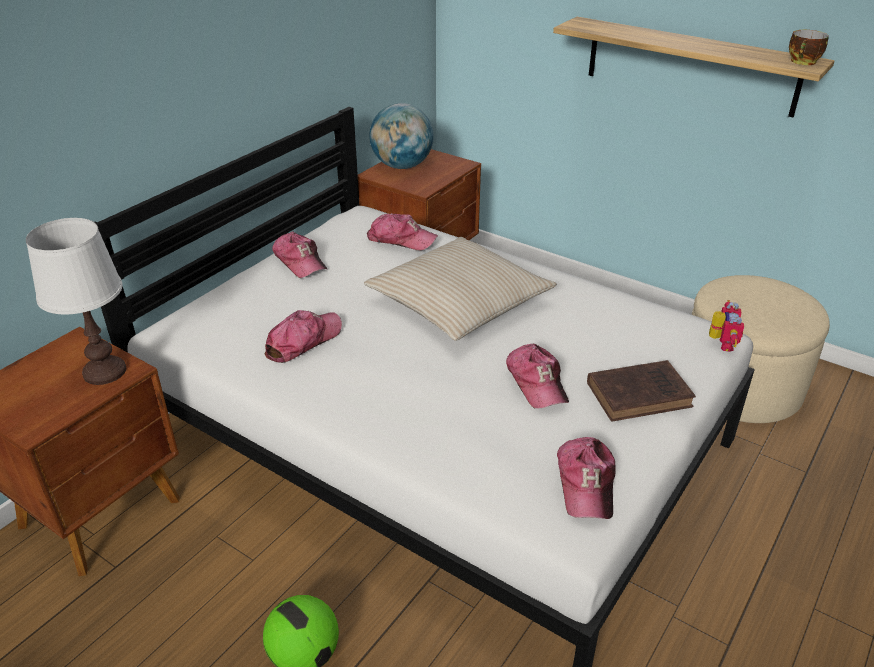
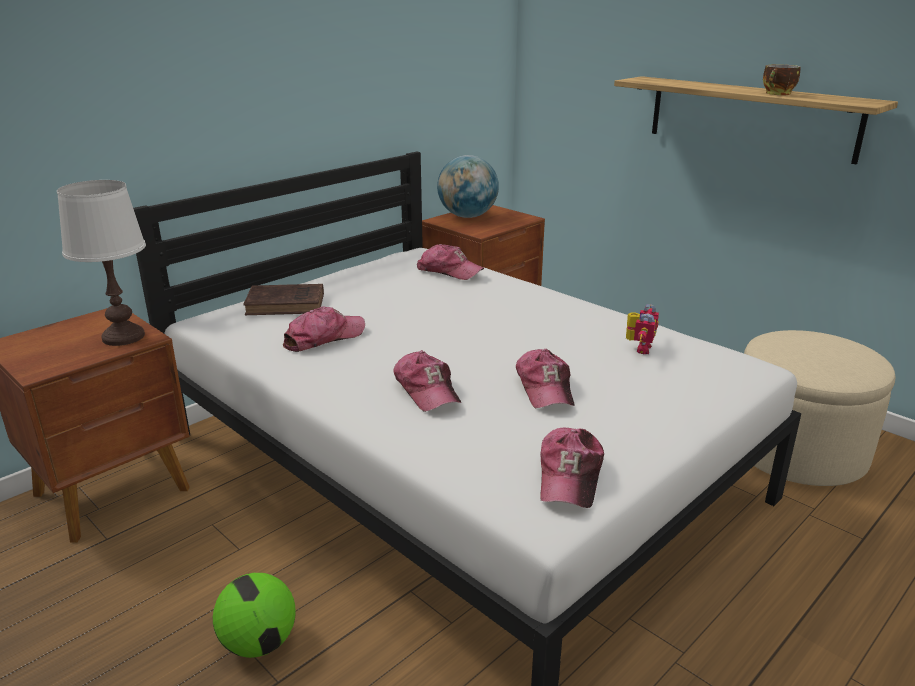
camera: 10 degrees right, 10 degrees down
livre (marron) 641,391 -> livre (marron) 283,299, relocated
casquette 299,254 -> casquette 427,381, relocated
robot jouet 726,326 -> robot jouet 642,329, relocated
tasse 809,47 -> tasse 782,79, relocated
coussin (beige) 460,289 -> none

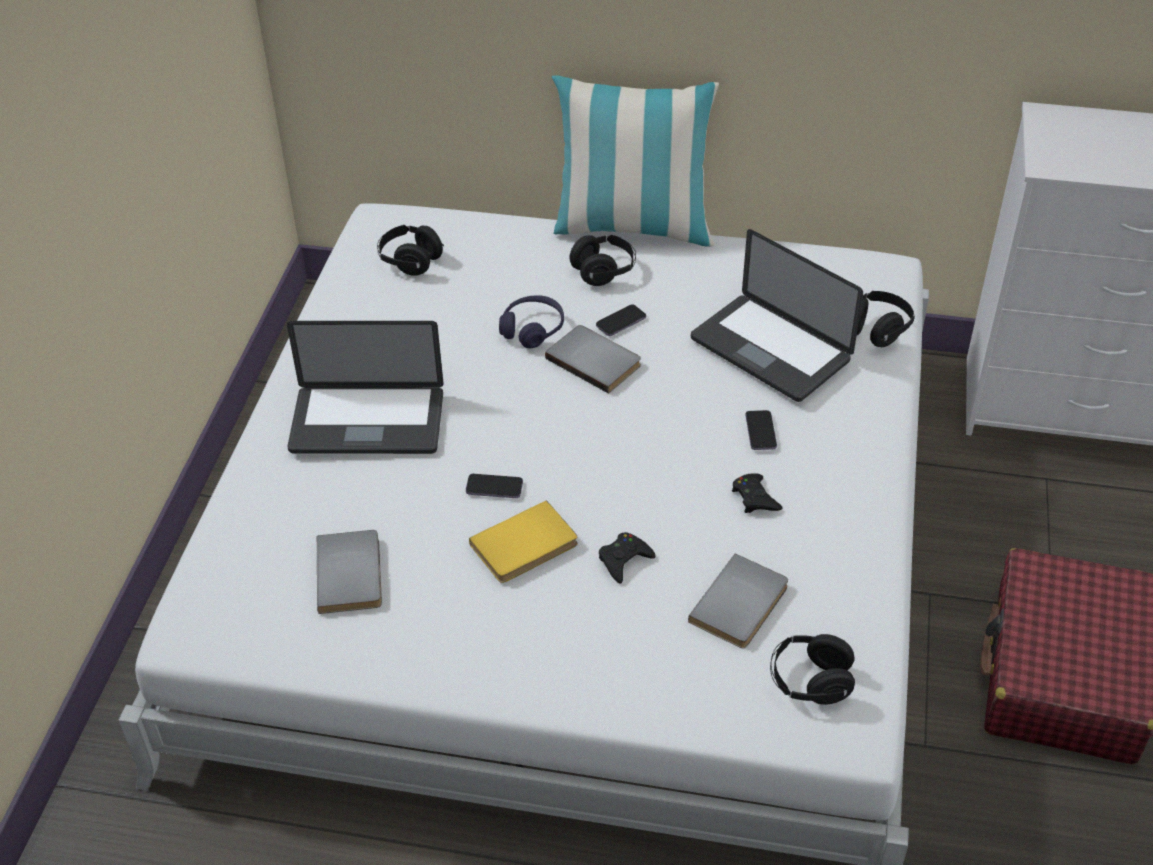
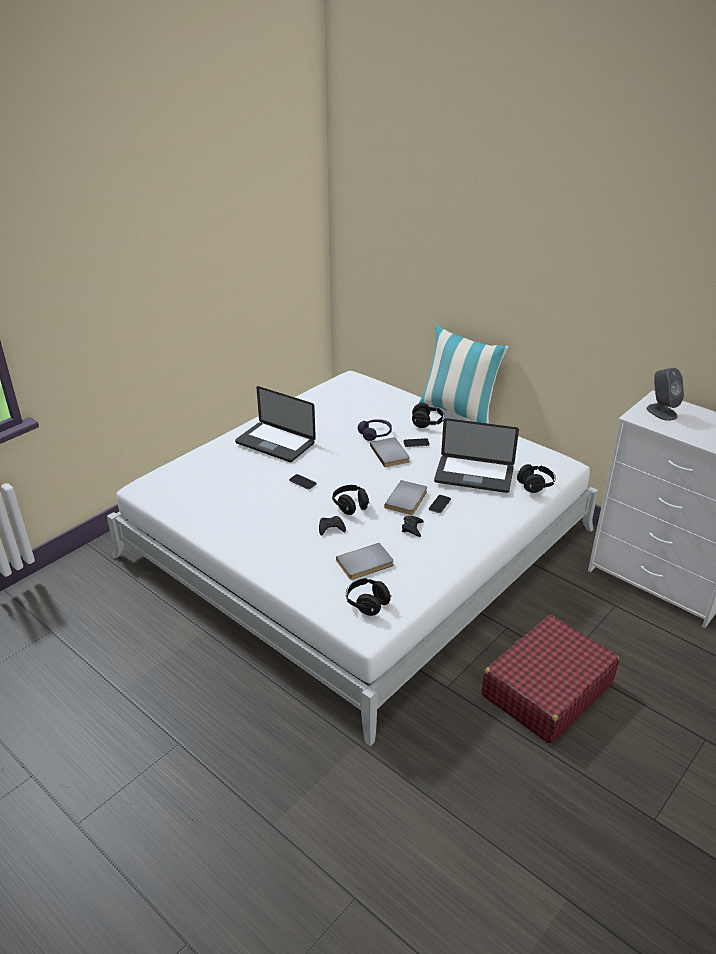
camera: 30 degrees right, 10 degrees down
casque audio (noir) 410,250 -> casque audio (noir) 350,500, relocated
livre (gris) 349,572 -> livre (gris) 405,497, relocated
ordinateur portable 777,315 -> ordinateur portable 476,455, 60 degrees counterclockwise
none -> enceinte (gris) 665,394
livre (jaune) 523,541 -> none

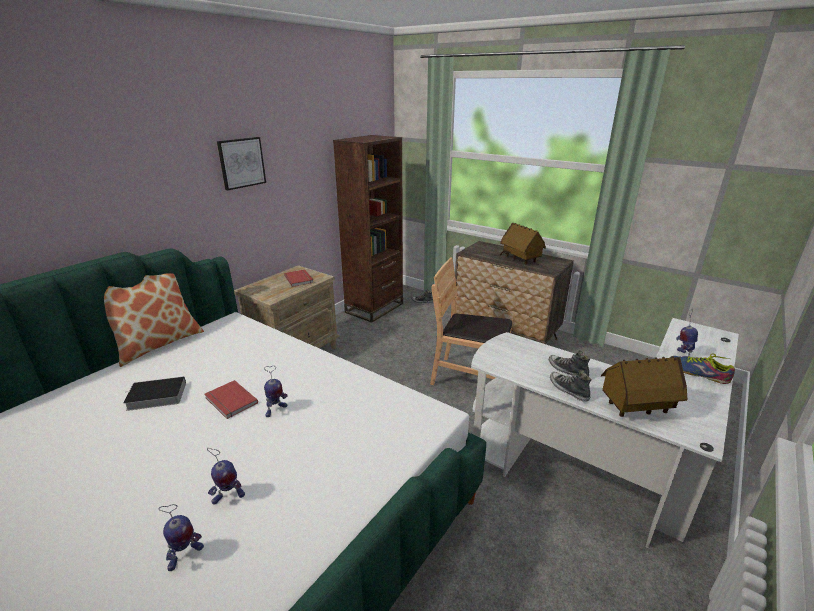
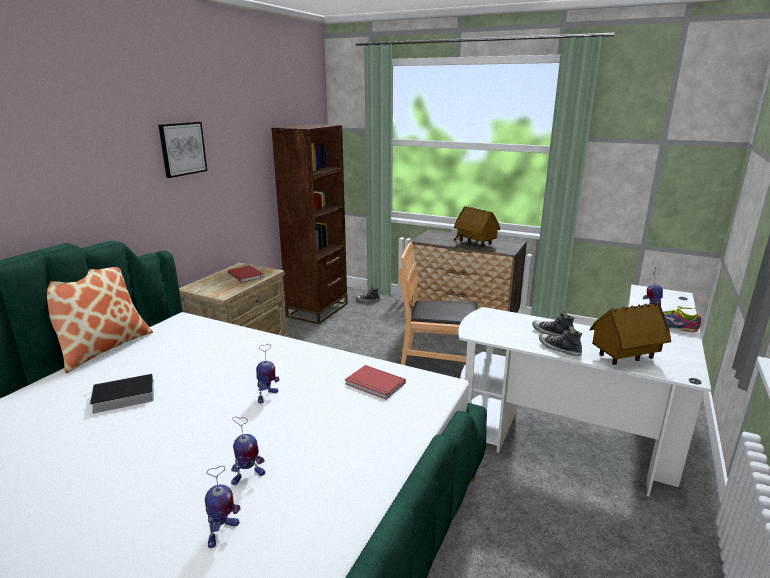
camera: 10 degrees left, 5 degrees down
livre (rouge) 231,399 -> livre (rouge) 375,382, relocated

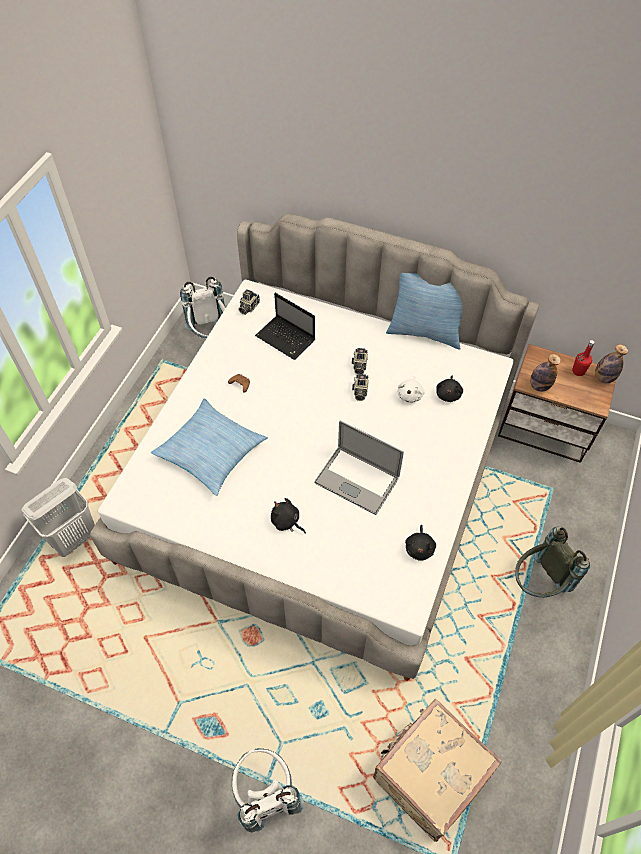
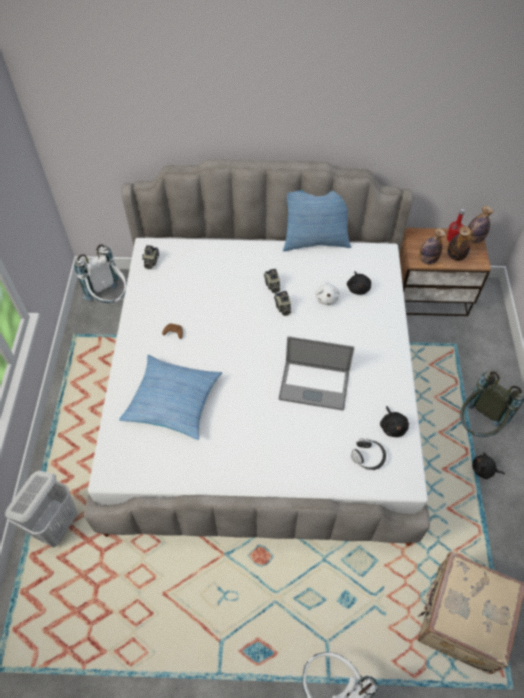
camera: 20 degrees left, 0 degrees up
none -> casque audio 368,454
none -> bouteille 459,243
peluche (noir) 288,516 -> peluche (noir) 488,465, relocated
ordinateur portable 285,326 -> none

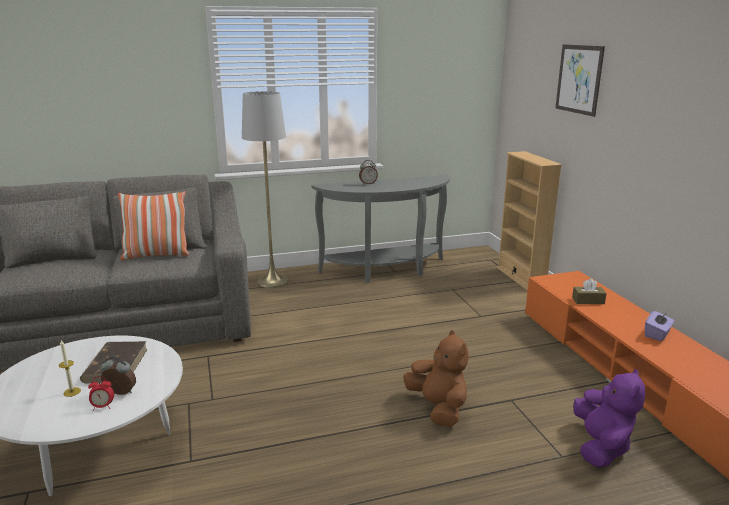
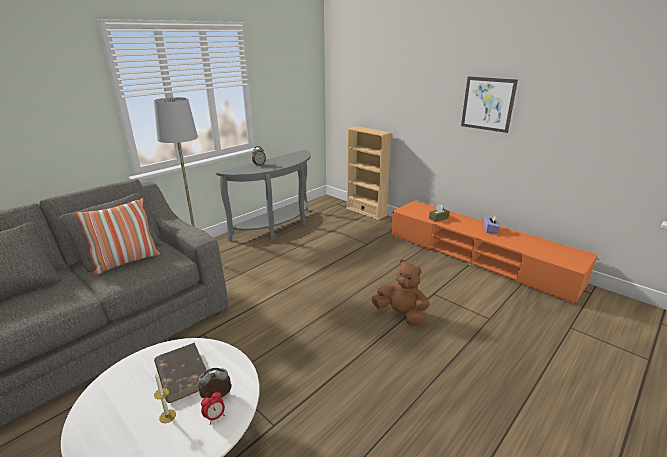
camera: 30 degrees left, 5 degrees up
tableau 580,80 -> tableau 489,104, relocated
peluche (violet) 609,418 -> none

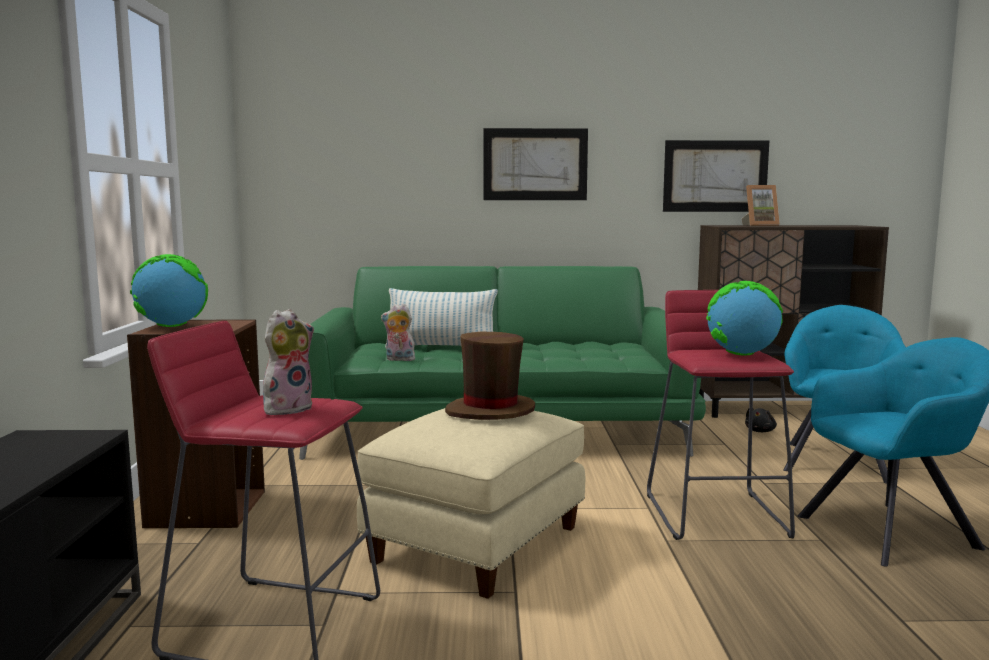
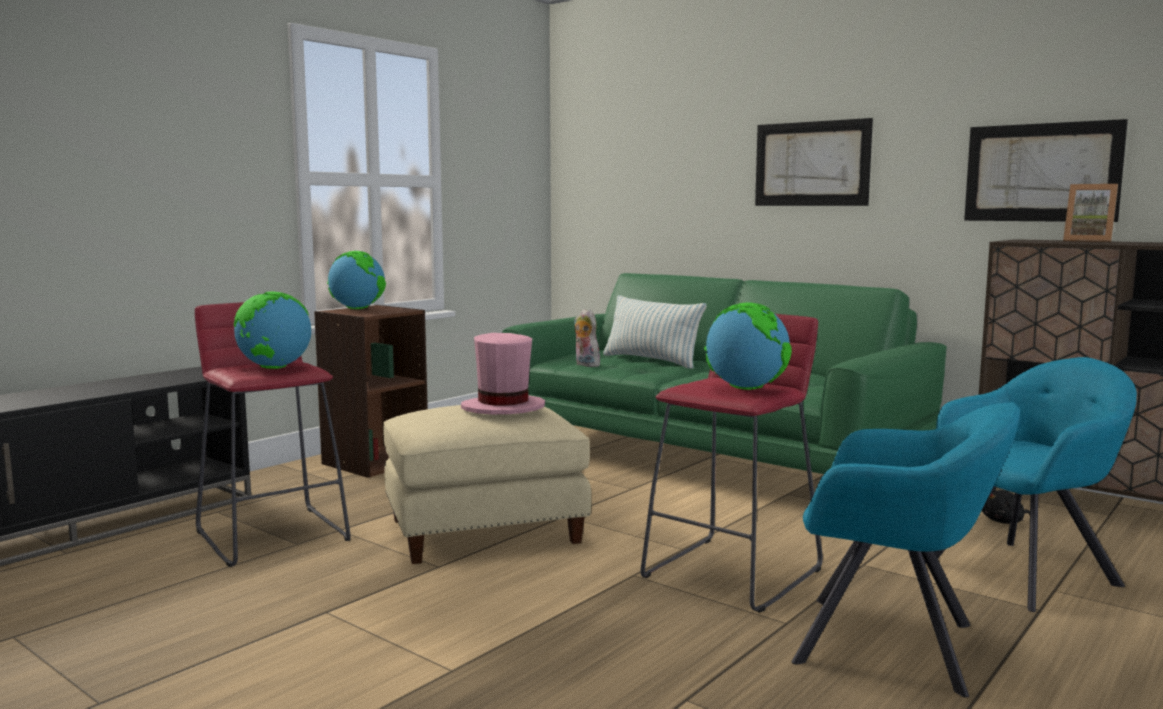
camera: 40 degrees right, 0 degrees up
peluche 288,362 -> globe 272,330
chapeau (marron) 490,375 -> chapeau (rose) 503,373

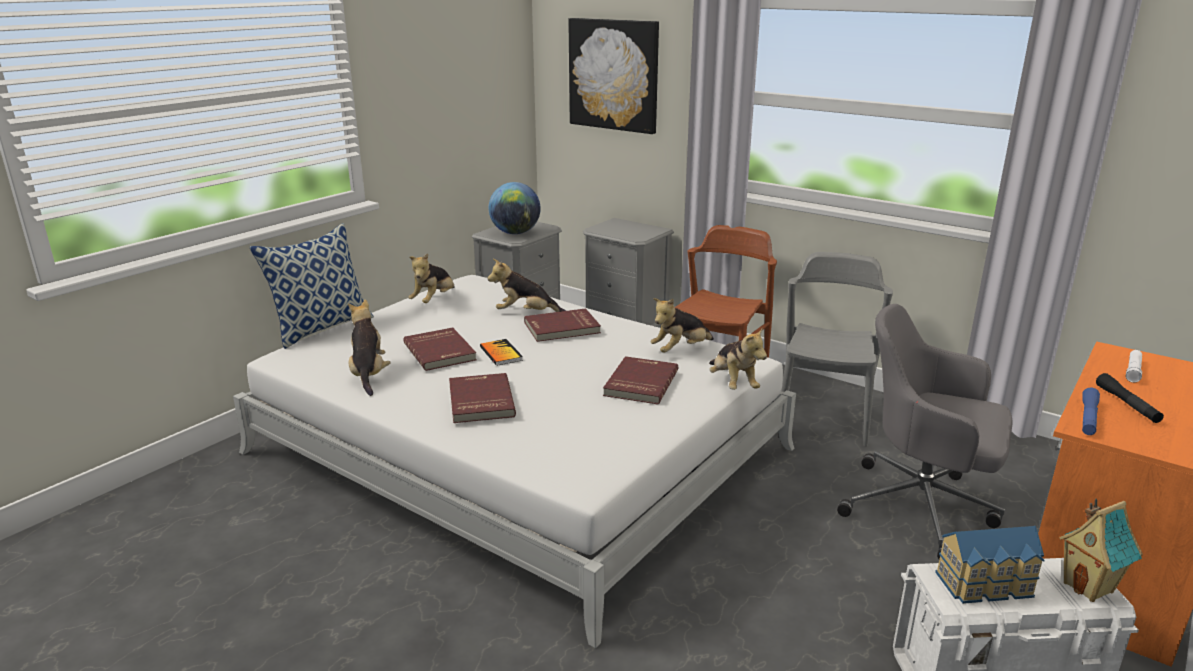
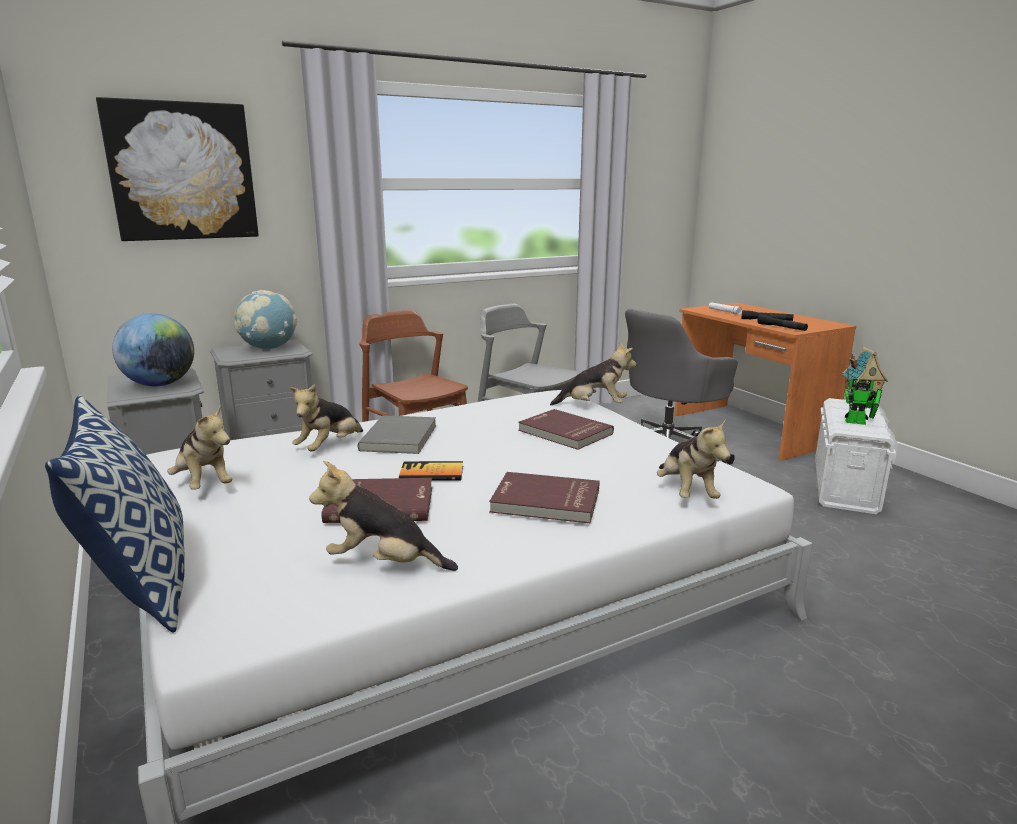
camera: 65 degrees left, 5 degrees down
none -> globe 265,320
livre (rouge) 562,325 -> livre (gris) 396,434
peluche 682,325 -> peluche 693,459, relocated
lampe de poche (bleu) 1091,411 -> lampe de poche (noir) 782,323
maison miniature 989,565 -> robot jouet 863,395

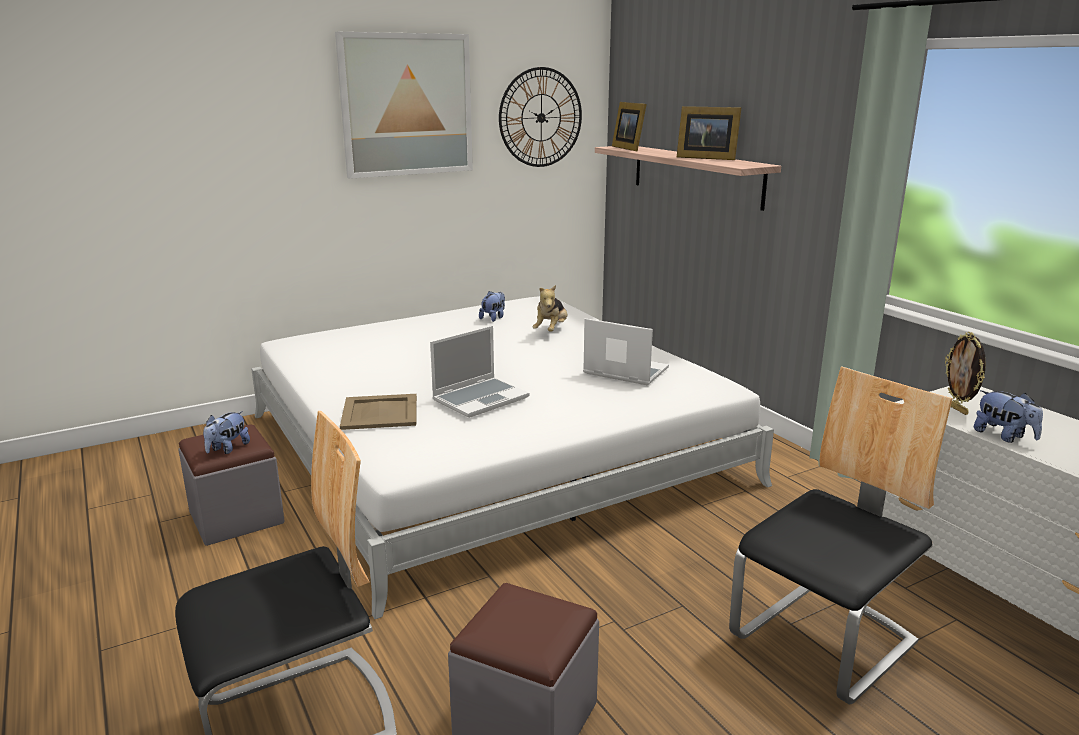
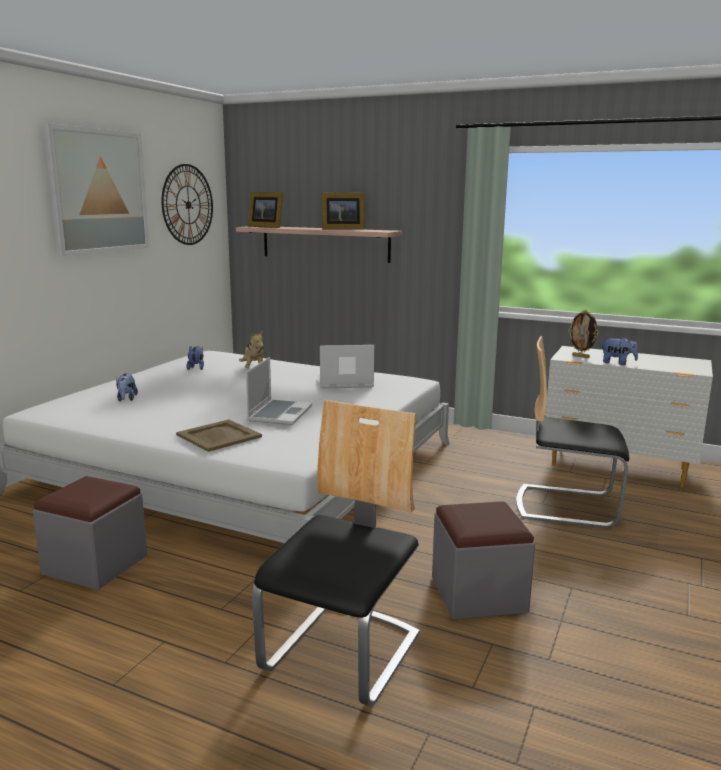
camera: 35 degrees left, 5 degrees down
peluche 226,432 -> peluche 127,387, relocated
chaise 841,535 -> chaise 572,432, 90 degrees counterclockwise

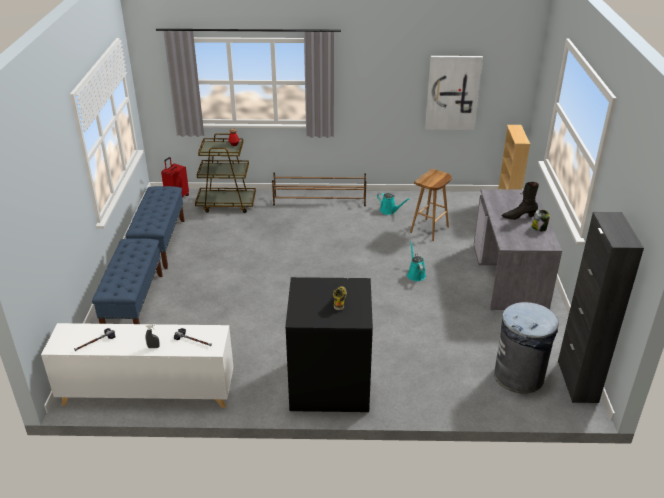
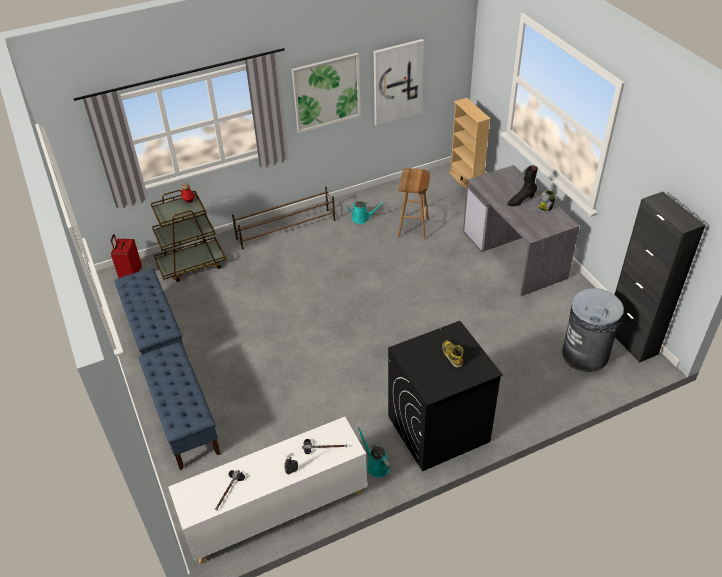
camera: 25 degrees left, 10 degrees up
none -> tableau 326,93
arrosoir (turquoise) 416,261 -> arrosoir (turquoise) 374,452, relocated

